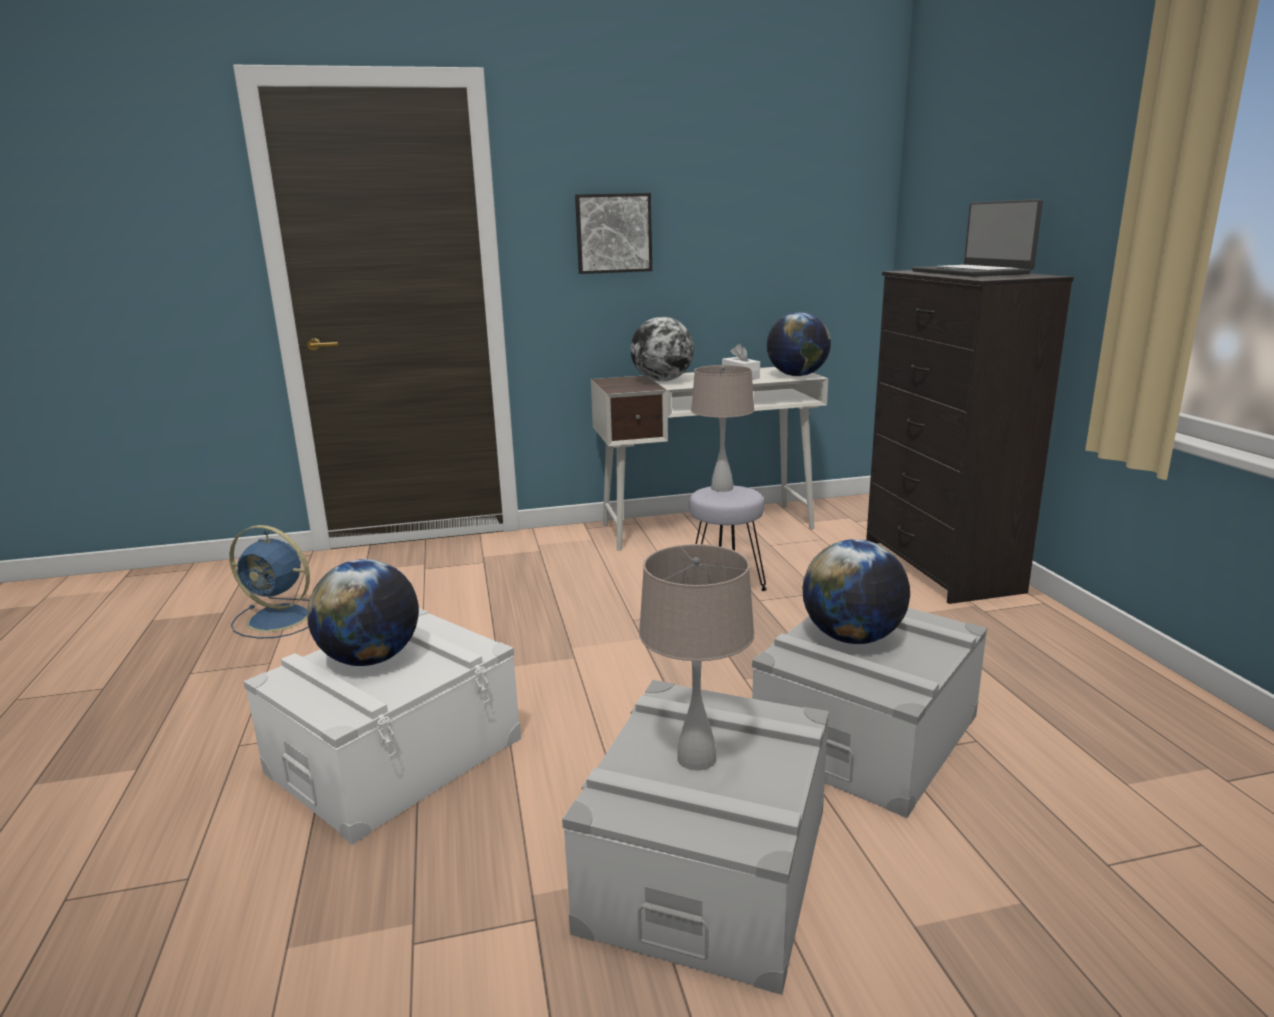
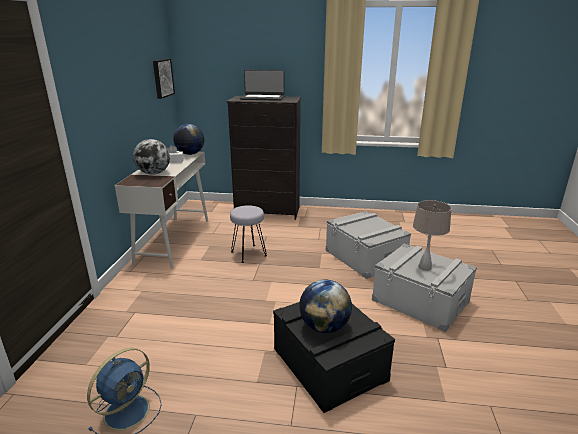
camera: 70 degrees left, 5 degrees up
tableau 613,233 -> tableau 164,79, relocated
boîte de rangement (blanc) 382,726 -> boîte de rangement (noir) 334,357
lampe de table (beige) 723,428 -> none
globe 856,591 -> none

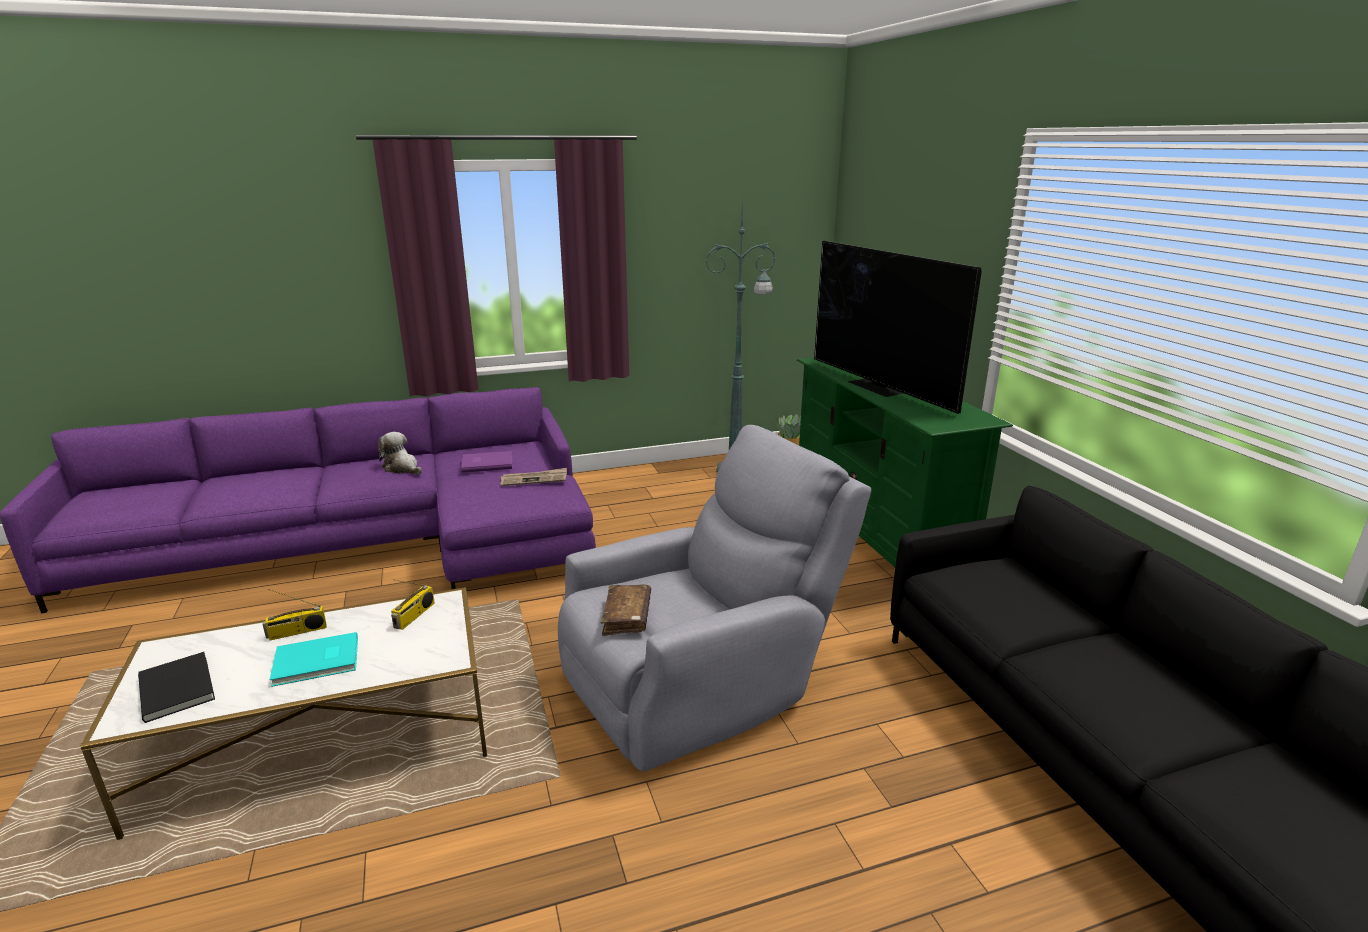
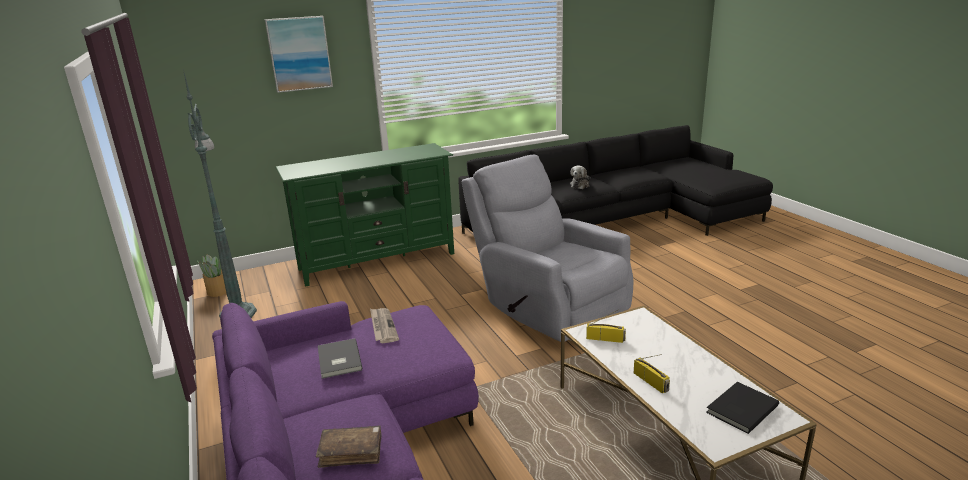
camera: 95 degrees left, 0 degrees up
none -> tableau 299,54
livre (marron) 626,610 -> livre (marron) 348,447, relocated
livre (violet) 486,462 -> livre (gris) 340,358
peluche 399,453 -> peluche 580,177, relocated
livre (turquoise) 313,659 -> none
téléviseur 898,327 -> none

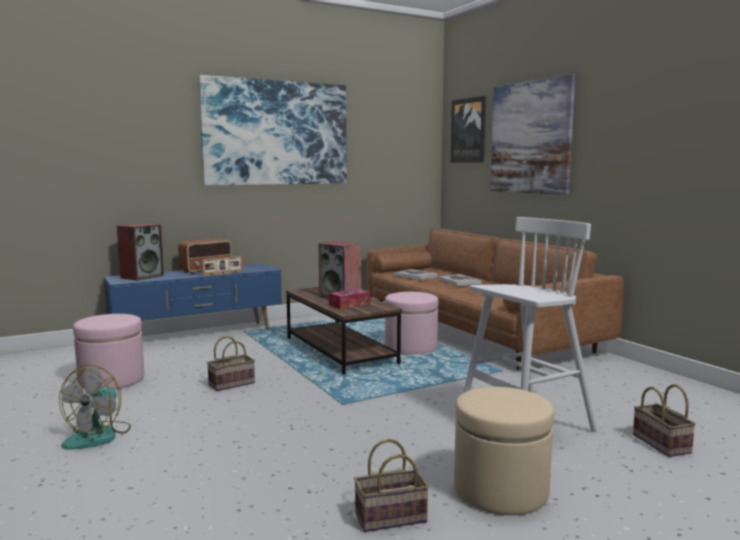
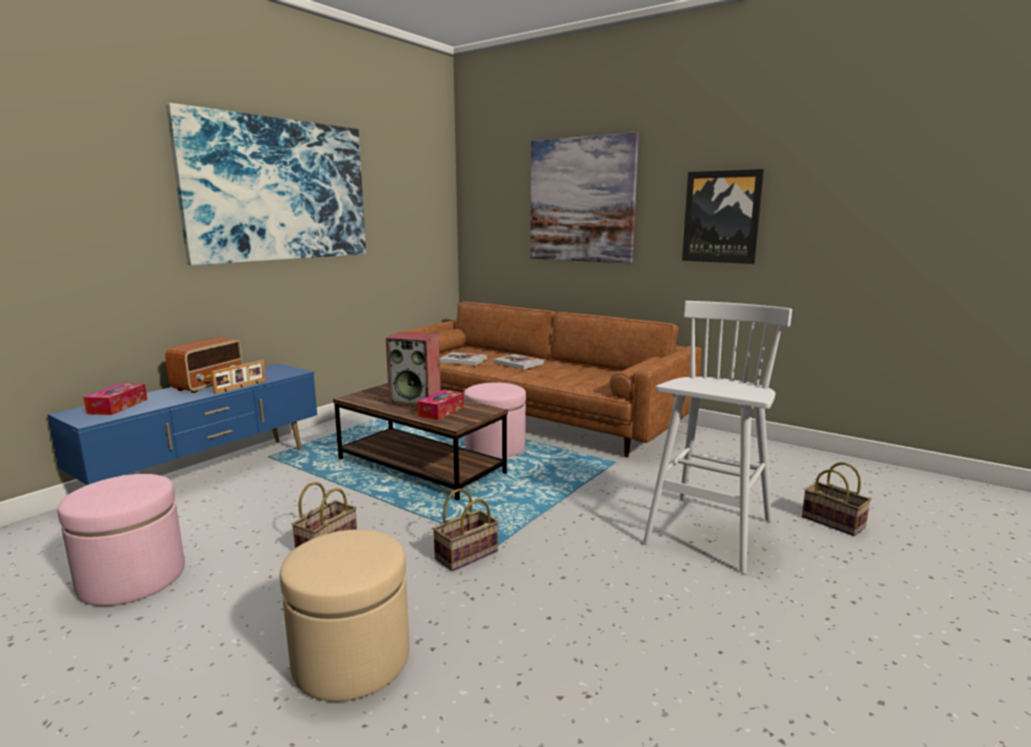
camera: 25 degrees left, 5 degrees up
enceinte 140,252 -> boîte à mouchoirs 115,399
pouf (beige) 504,451 -> pouf (beige) 345,616, relocated
panier 391,485 -> panier 466,529, relocated
tableau 468,129 -> tableau 723,216, relocated
ventilateur 95,407 -> none

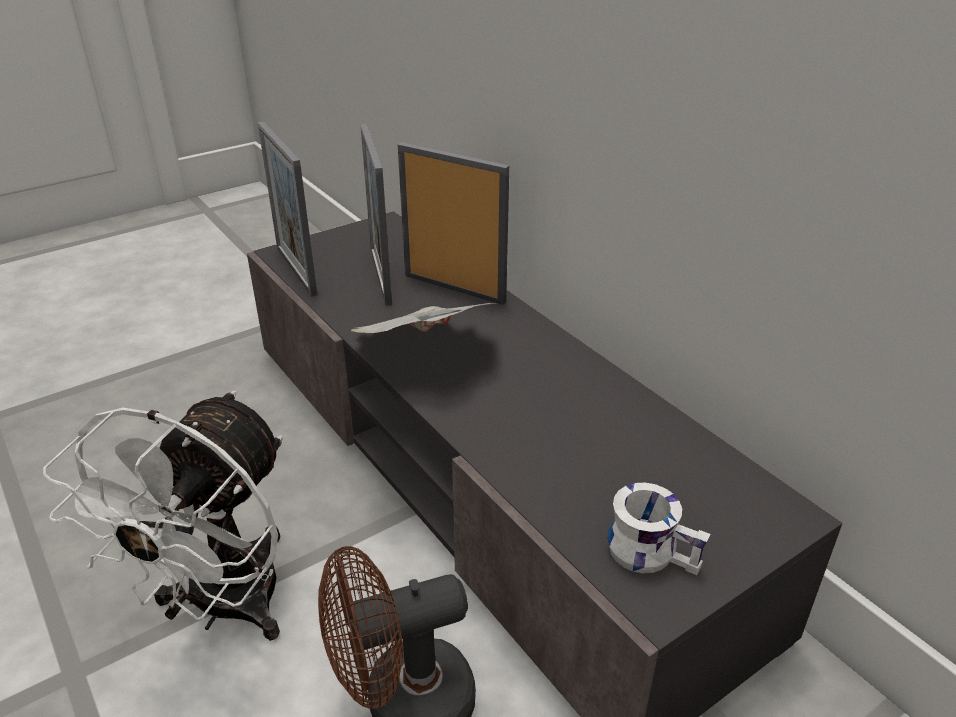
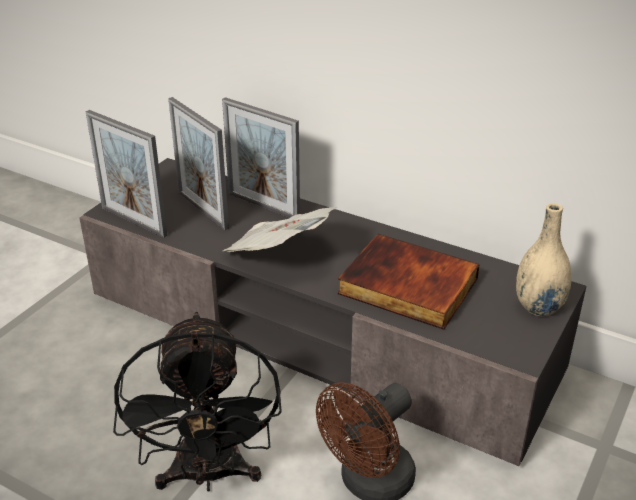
camera: 25 degrees left, 0 degrees up
ventilateur (blanc) 163,516 -> ventilateur (noir) 197,402
cadre photo 453,223 -> cadre photo 261,157, 150 degrees counterclockwise
none -> livre 409,282
none -> vase (beige) 544,259
mug (blanc) 659,529 -> none

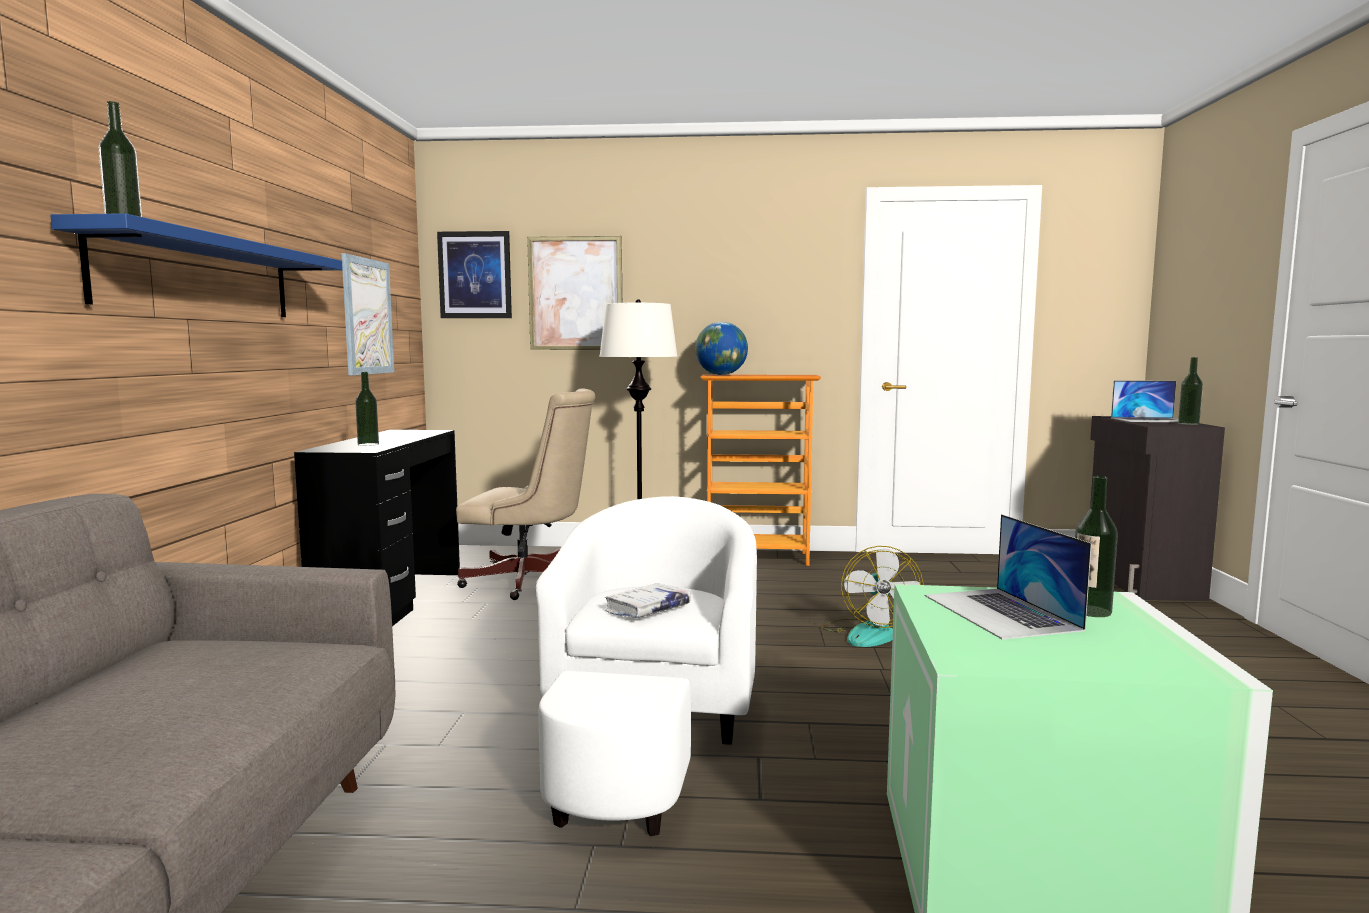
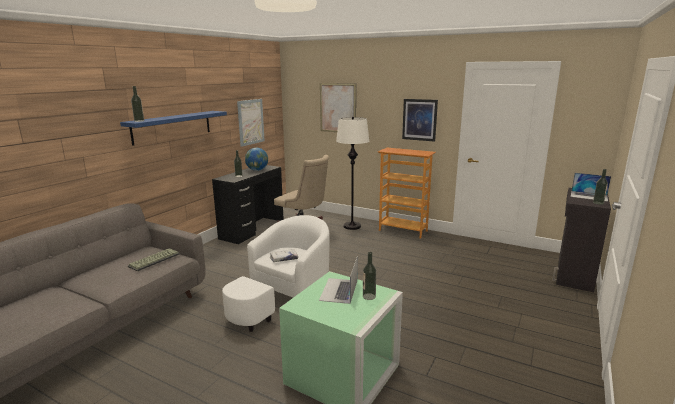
camera: 25 degrees right, 10 degrees up
none -> clavier 154,260
globe 721,348 -> globe 256,159, relocated
tableau 474,274 -> tableau 420,120, relocated
ventilateur 872,596 -> none

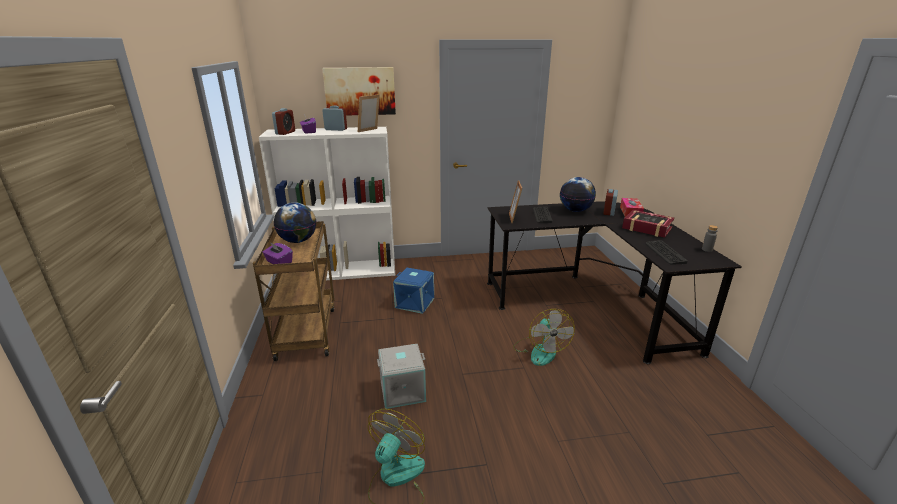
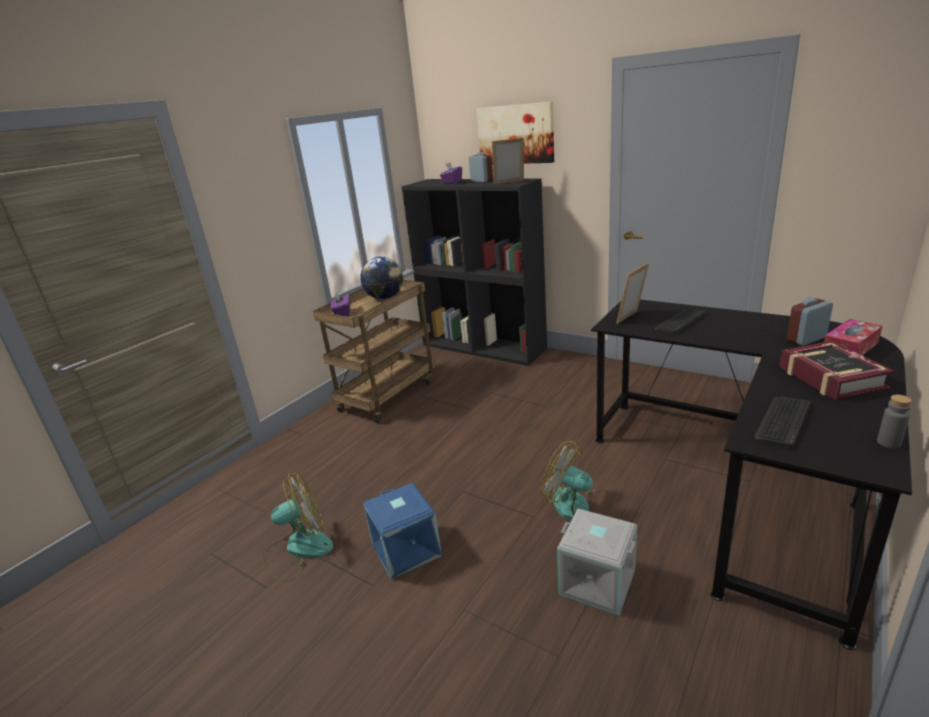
camera: 45 degrees right, 0 degrees up
boîte de rangement (bleu) 413,291 -> boîte de rangement (bleu) 402,531, relocated
bibliothèque (blanc) 327,203 -> bibliothèque (noir) 474,272
ventilateur 544,337 -> ventilateur 578,480, 90 degrees clockwise
boîte de rangement (gris) 401,376 -> boîte de rangement (gris) 597,562, relocated
réveil 283,121 -> none
globe 578,194 -> none

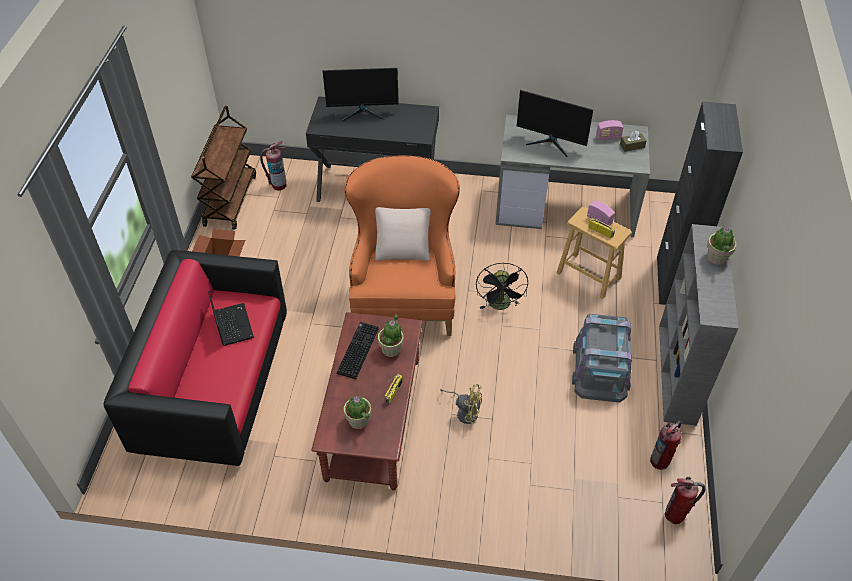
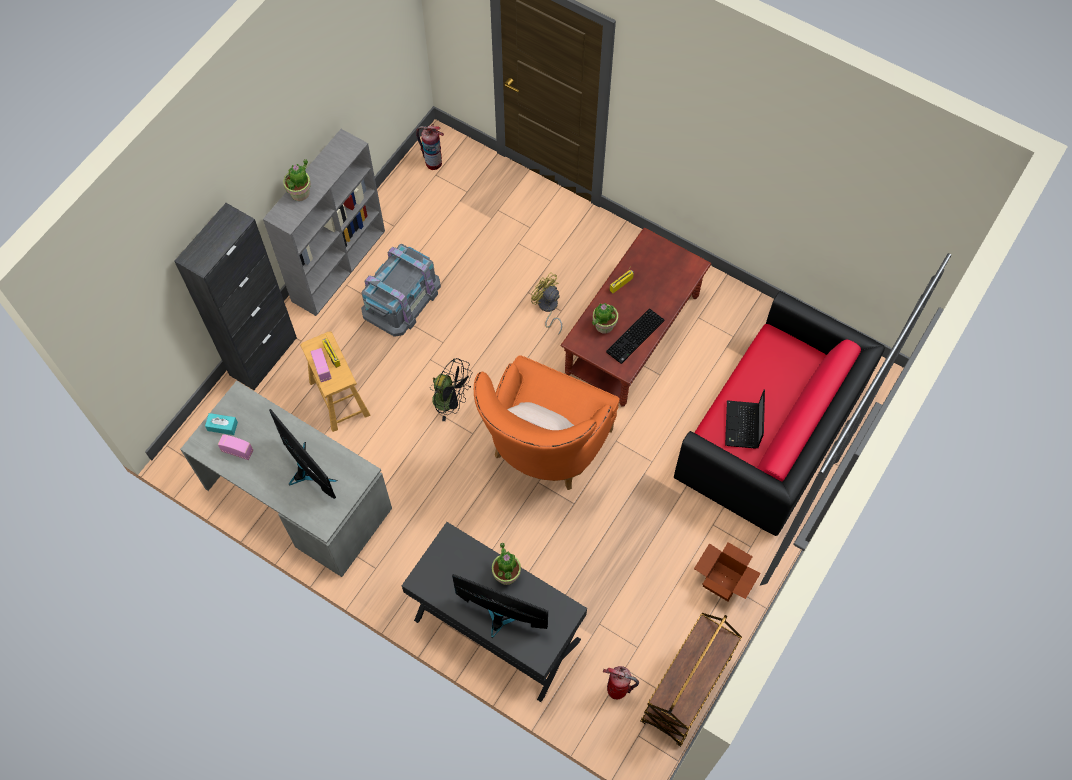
camera: 155 degrees left, 15 degrees up
boîte à mouchoirs (marron) 633,141 -> boîte à mouchoirs (turquoise) 221,424
ventilateur (noir) 502,286 -> ventilateur (noir) 451,389, 90 degrees clockwise
plante en pot 358,412 -> plante en pot 506,563, relocated
extincteur 666,445 -> none

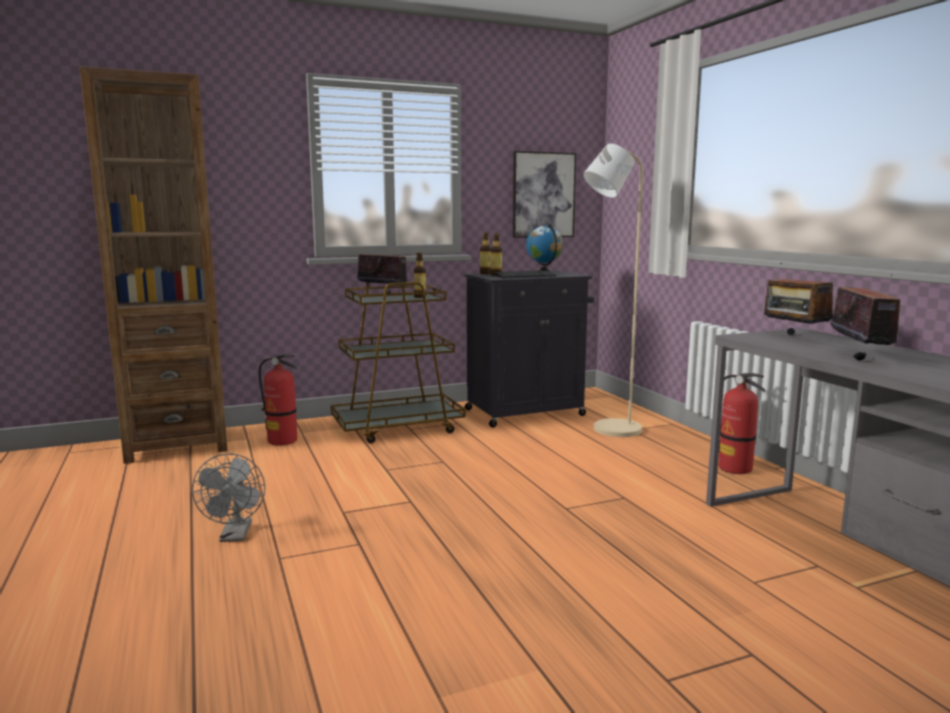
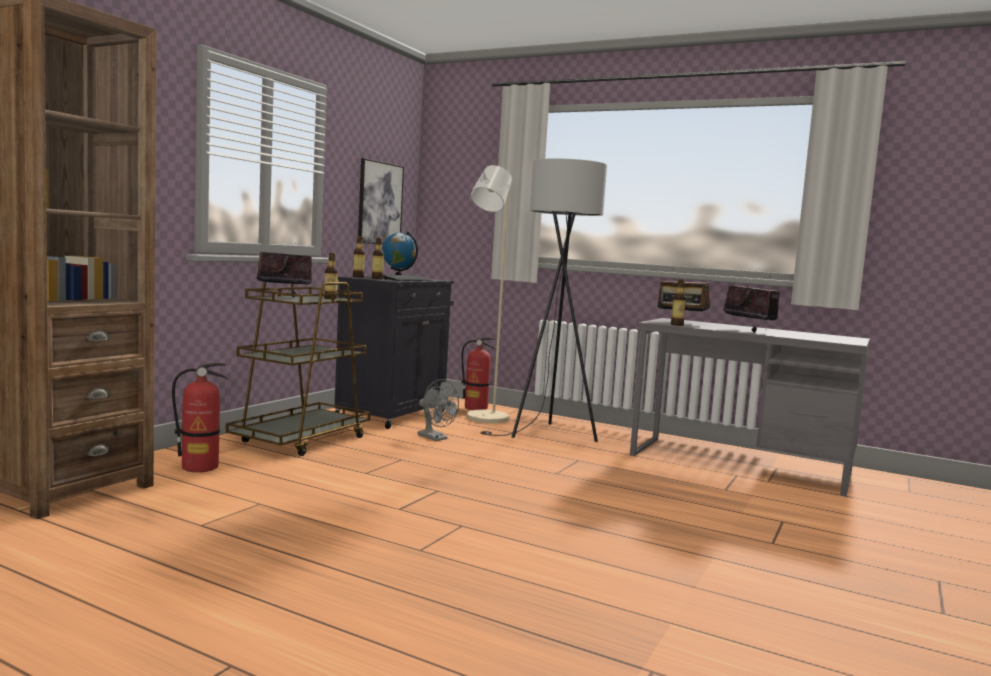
camera: 40 degrees left, 5 degrees down
ventilateur (gris) 228,497 -> ventilateur (gris) 438,410, relocated
extincteur 741,423 -> extincteur 478,374, relocated
none -> lampadaire (gris) 543,300
none -> bouteille 678,302

